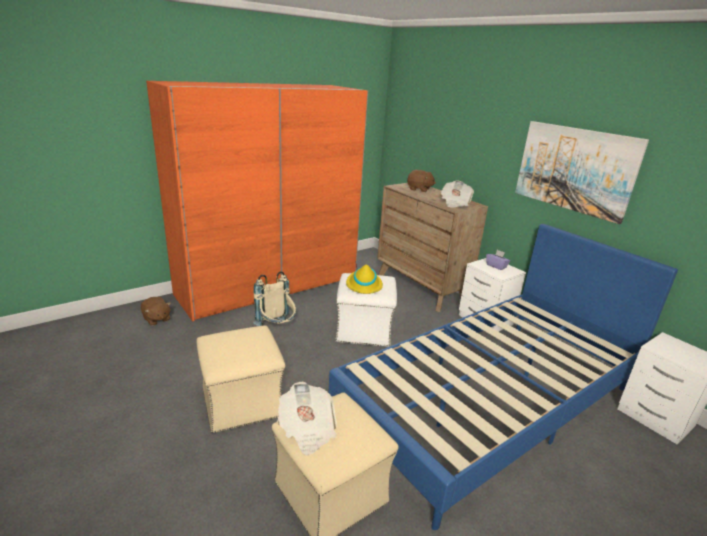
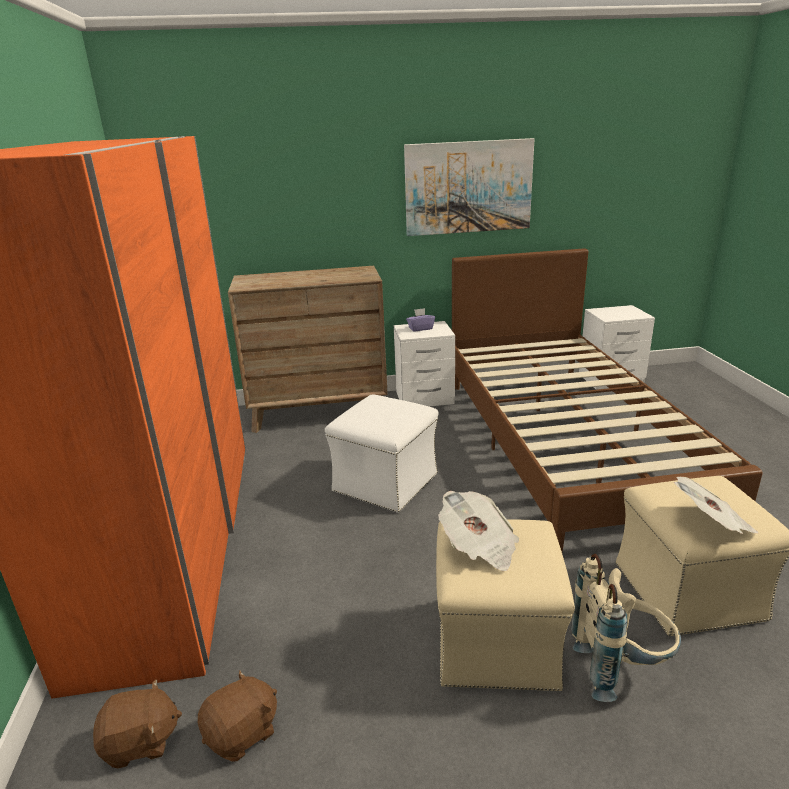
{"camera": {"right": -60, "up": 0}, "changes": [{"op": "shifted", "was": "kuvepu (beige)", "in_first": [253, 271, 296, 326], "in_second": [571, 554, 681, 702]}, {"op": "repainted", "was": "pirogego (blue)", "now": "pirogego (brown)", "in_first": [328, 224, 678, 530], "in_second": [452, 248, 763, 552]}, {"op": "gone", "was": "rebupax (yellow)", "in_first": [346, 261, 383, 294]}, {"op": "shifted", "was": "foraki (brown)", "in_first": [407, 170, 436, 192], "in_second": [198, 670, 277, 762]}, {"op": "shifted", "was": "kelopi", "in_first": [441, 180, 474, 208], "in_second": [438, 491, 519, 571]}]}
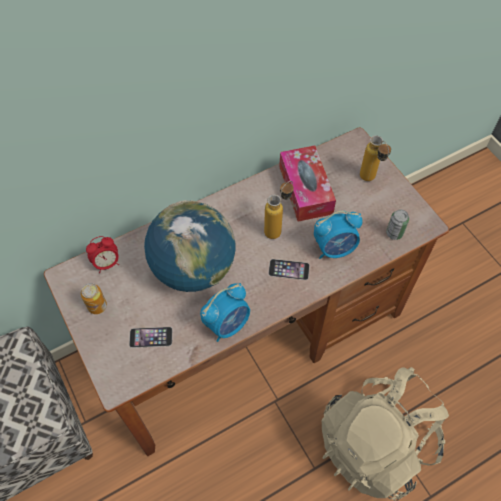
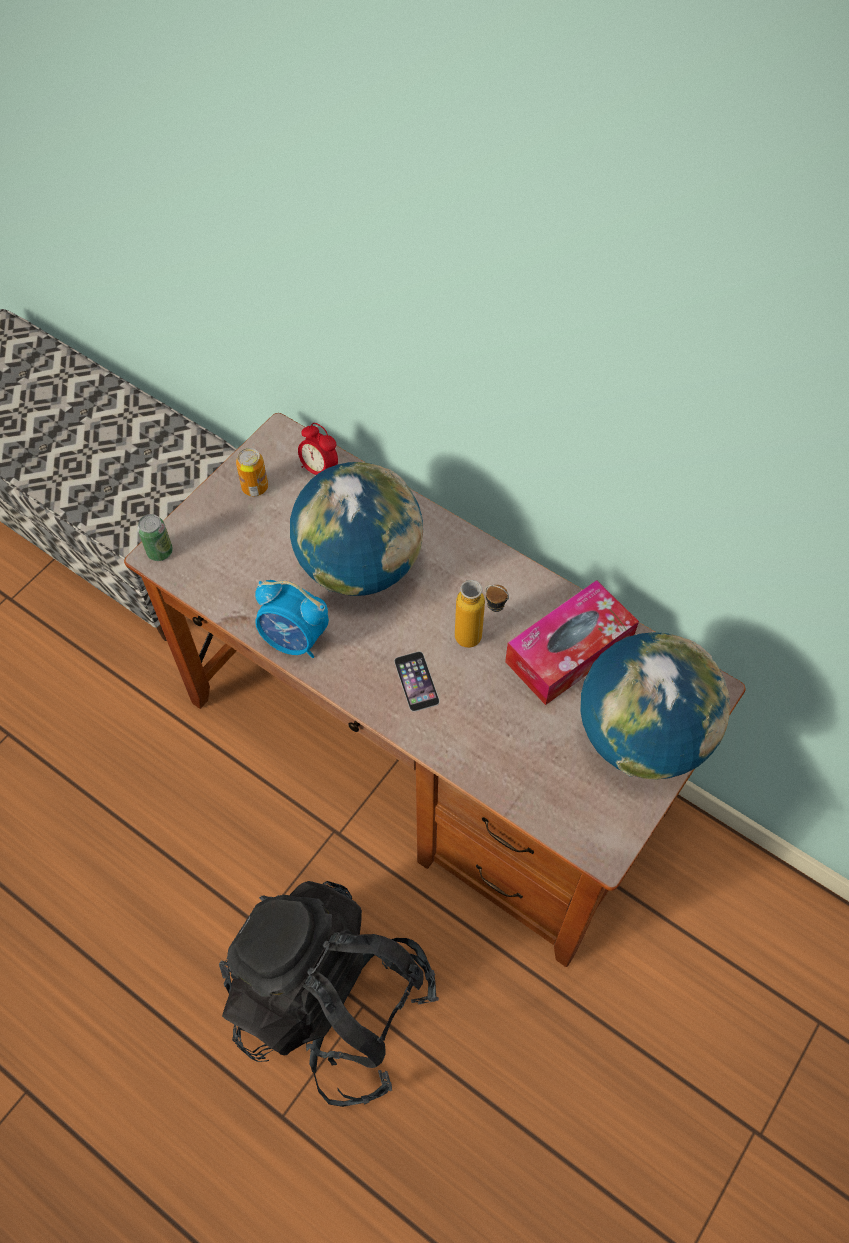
{"camera": {"right": 65, "up": 0}, "changes": [{"op": "gone", "was": "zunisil", "in_first": [129, 327, 172, 348]}, {"op": "gone", "was": "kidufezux", "in_first": [314, 211, 363, 259]}, {"op": "repainted", "was": "kuvepu (beige)", "now": "kuvepu (black)", "in_first": [322, 367, 449, 501], "in_second": [219, 881, 439, 1107]}, {"op": "swapped", "was": "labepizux", "now": "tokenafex", "in_first": [360, 135, 391, 181], "in_second": [580, 632, 730, 780]}, {"op": "shifted", "was": "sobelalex", "in_first": [386, 209, 409, 240], "in_second": [137, 514, 173, 561]}]}
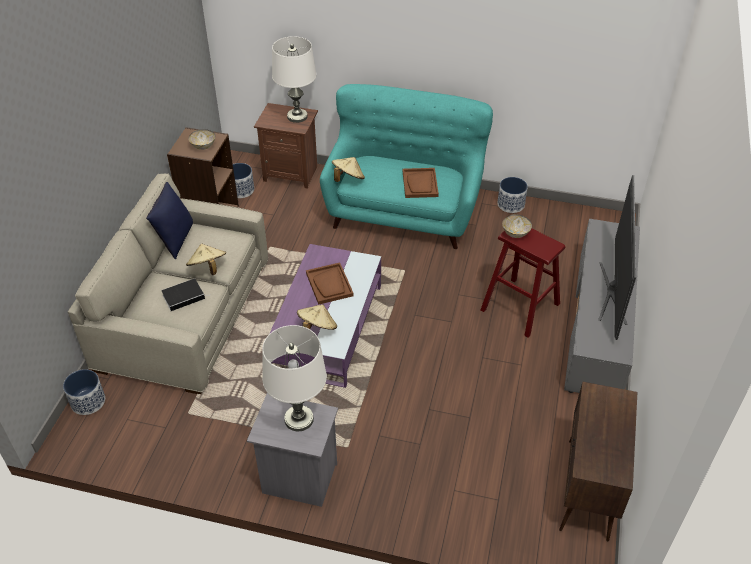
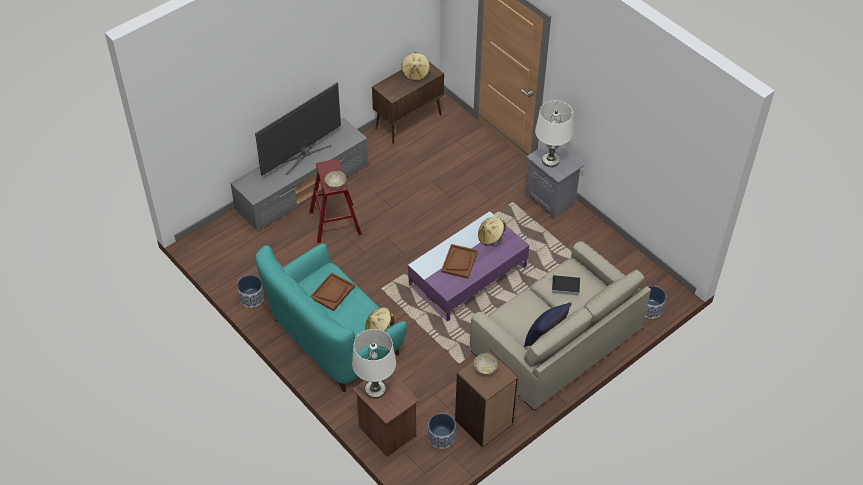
{"camera": {"right": -145, "up": 5}, "changes": [{"op": "shifted", "was": "rebupax (beige)", "in_first": [186, 244, 226, 275], "in_second": [401, 52, 430, 81]}]}
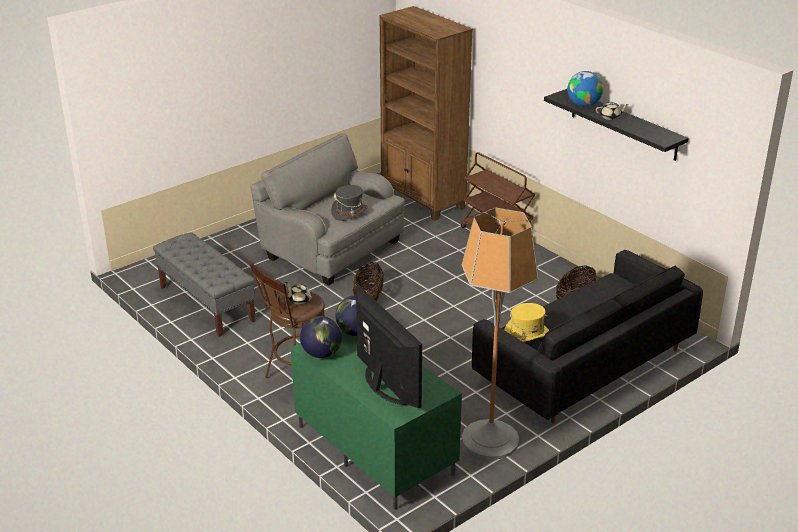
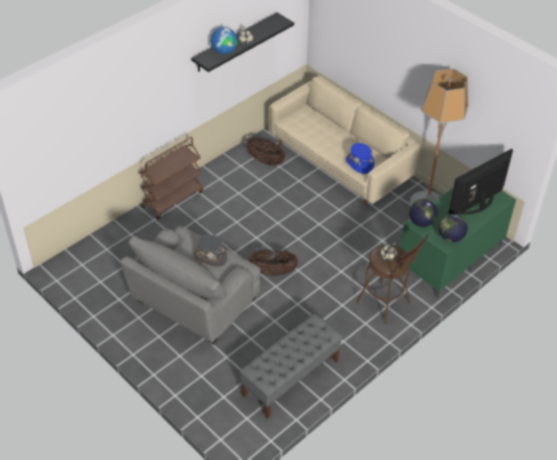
{"camera": {"right": -95, "up": 15}, "changes": [{"op": "gone", "was": "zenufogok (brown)", "in_first": [380, 6, 473, 220]}, {"op": "repainted", "was": "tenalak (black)", "now": "tenalak (beige)", "in_first": [472, 250, 703, 423], "in_second": [269, 76, 422, 205]}, {"op": "repainted", "was": "rebupax (yellow)", "now": "rebupax (blue)", "in_first": [504, 303, 549, 342], "in_second": [346, 143, 374, 174]}]}
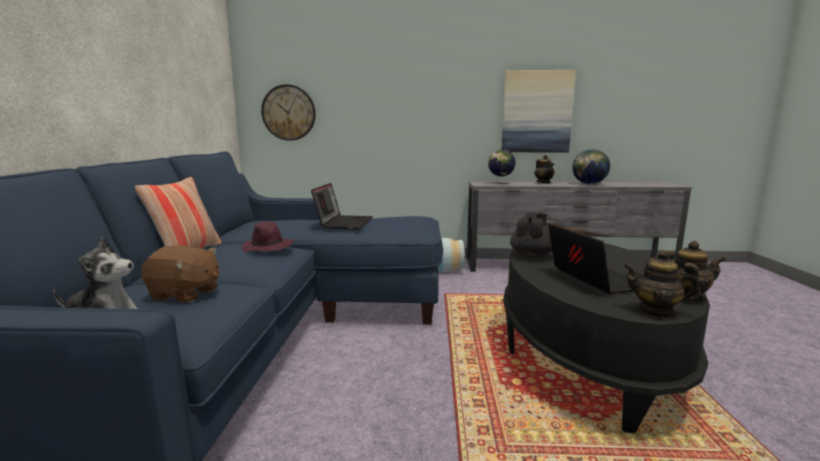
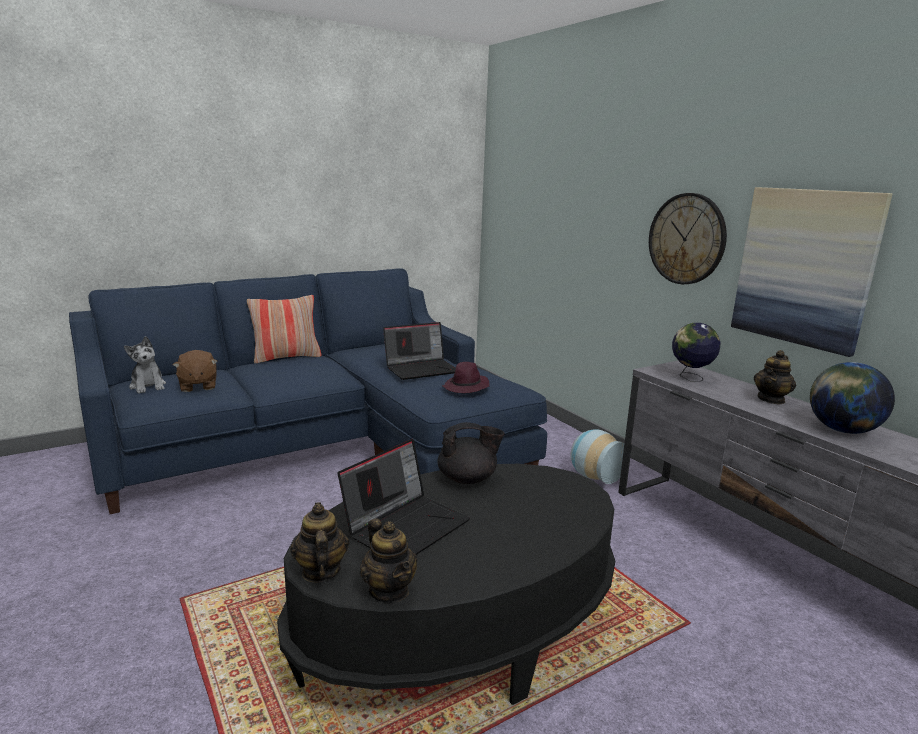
{"camera": {"right": 55, "up": 5}, "changes": [{"op": "shifted", "was": "rebupax (purple)", "in_first": [242, 222, 294, 252], "in_second": [442, 362, 490, 393]}, {"op": "shifted", "was": "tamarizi", "in_first": [261, 84, 316, 141], "in_second": [649, 193, 727, 284]}]}
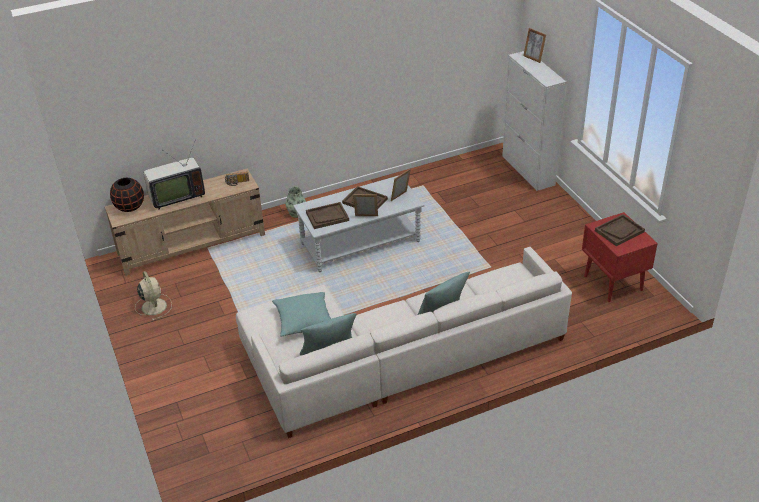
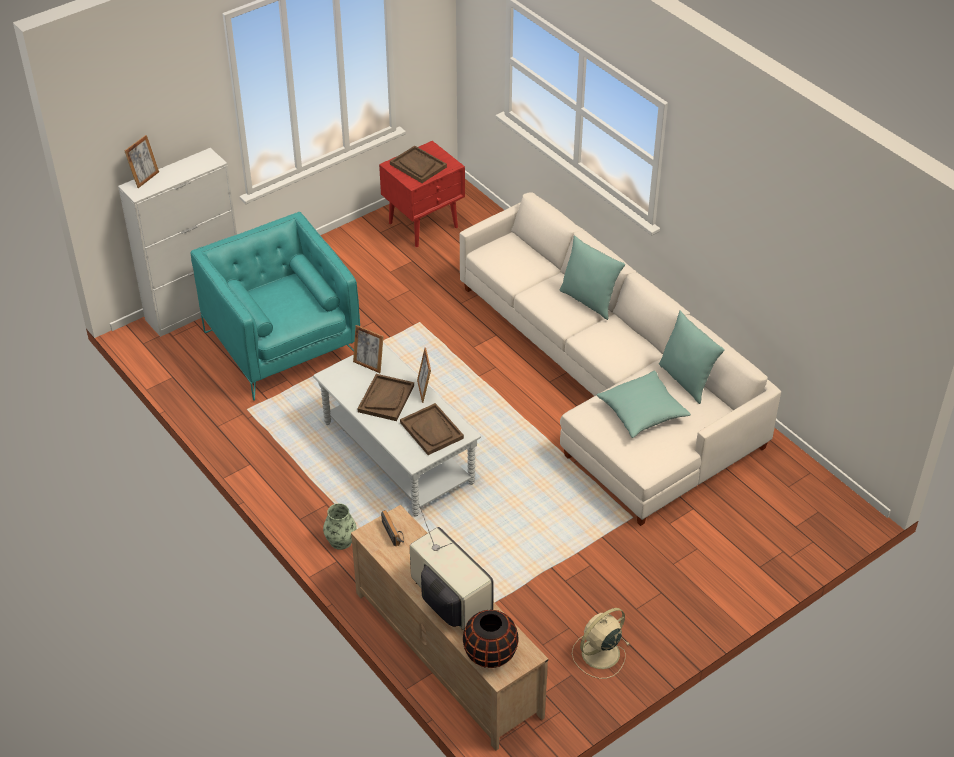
{"camera": {"right": -105, "up": 5}, "changes": [{"op": "new", "now": "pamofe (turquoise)", "in_second": [191, 212, 360, 401]}]}
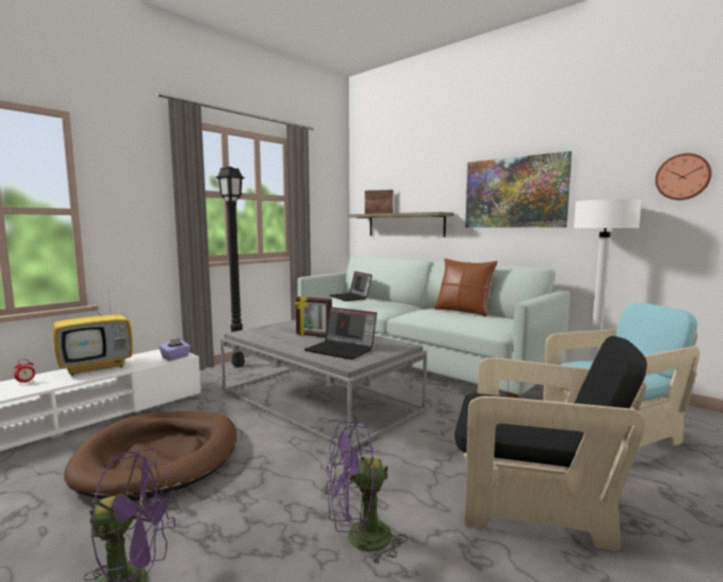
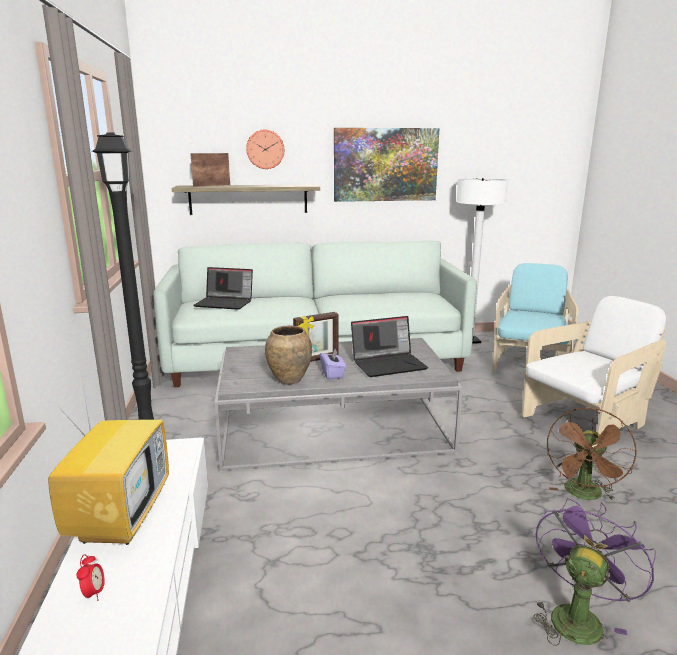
{"camera": {"right": -50, "up": 10}, "changes": [{"op": "gone", "was": "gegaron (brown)", "in_first": [64, 411, 237, 501]}, {"op": "shifted", "was": "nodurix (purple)", "in_first": [159, 338, 191, 360], "in_second": [320, 349, 346, 379]}, {"op": "repainted", "was": "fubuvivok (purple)", "now": "fubuvivok (brown)", "in_first": [326, 422, 408, 566], "in_second": [547, 408, 637, 501]}, {"op": "gone", "was": "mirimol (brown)", "in_first": [434, 258, 498, 317]}, {"op": "repainted", "was": "pamofe (black)", "now": "pamofe (white)", "in_first": [455, 336, 647, 551], "in_second": [522, 296, 666, 434]}, {"op": "shifted", "was": "tamarizi", "in_first": [655, 153, 712, 200], "in_second": [246, 130, 284, 169]}, {"op": "new", "now": "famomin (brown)", "in_second": [265, 326, 312, 384]}]}
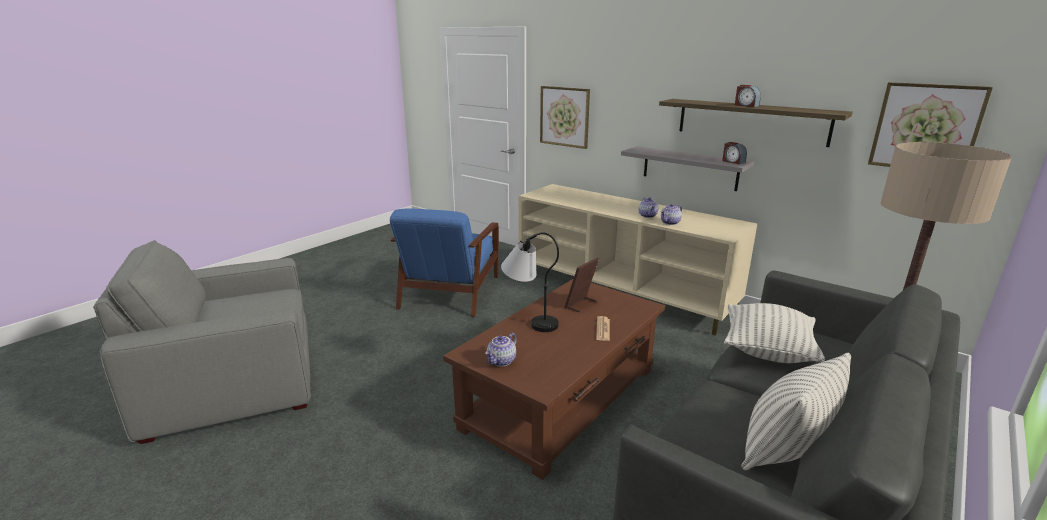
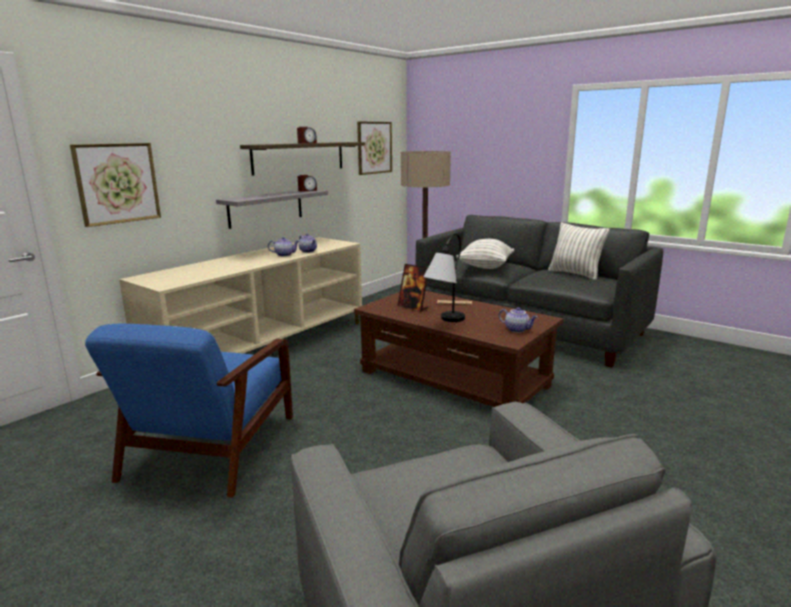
{"camera": {"right": -90, "up": -5}, "changes": [{"op": "rotated", "was": "pamofe (blue)", "in_first": [390, 208, 499, 317], "in_second": [85, 324, 293, 498], "clockwise": 90}]}
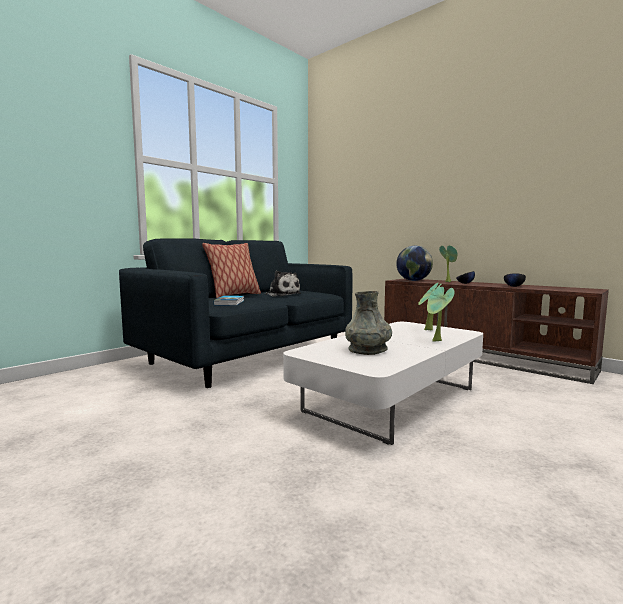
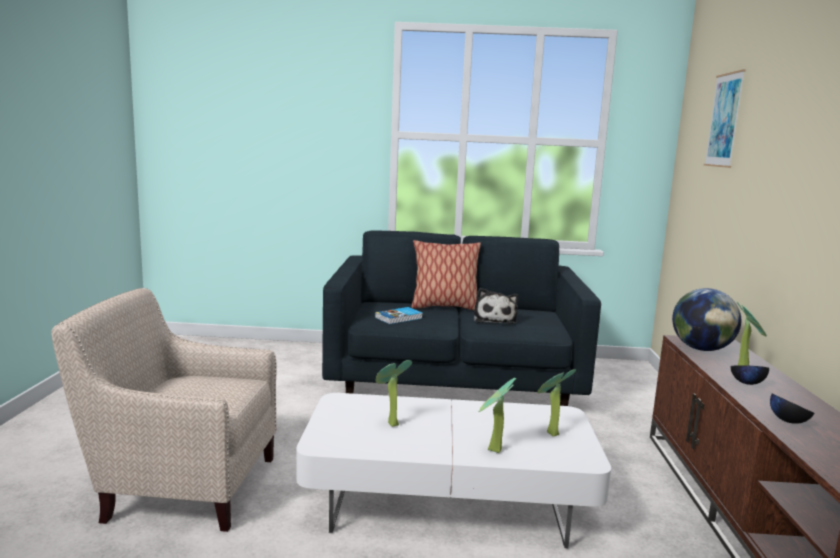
{"camera": {"right": 50, "up": 5}, "changes": [{"op": "swapped", "was": "famomin (grey)", "now": "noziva", "in_first": [345, 291, 392, 355], "in_second": [376, 360, 412, 427]}, {"op": "new", "now": "pamofe (beige)", "in_second": [52, 288, 277, 532]}, {"op": "new", "now": "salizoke", "in_second": [704, 69, 746, 168]}]}
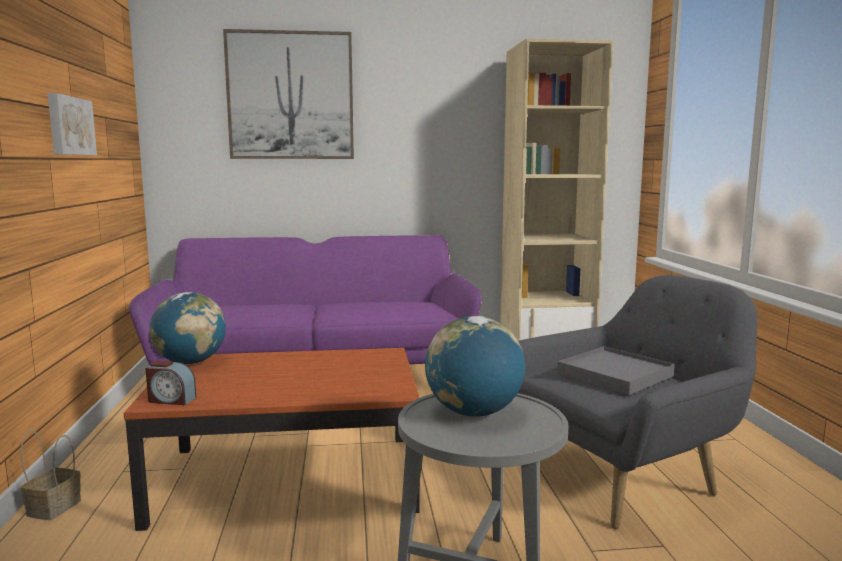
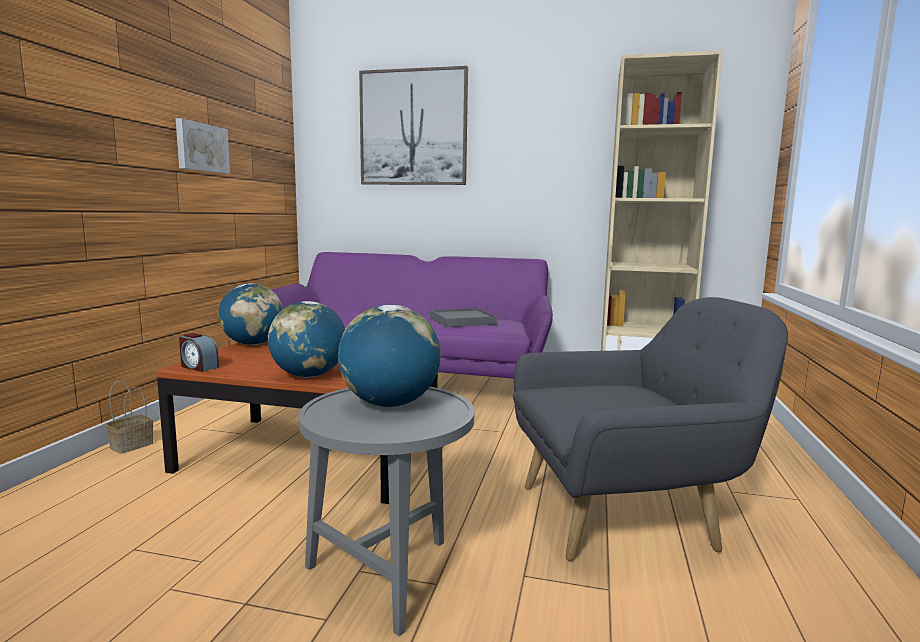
{"camera": {"right": 20, "up": 0}, "changes": [{"op": "shifted", "was": "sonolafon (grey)", "in_first": [557, 346, 675, 395], "in_second": [430, 308, 497, 327]}, {"op": "new", "now": "tokenafex", "in_second": [268, 301, 345, 377]}]}
